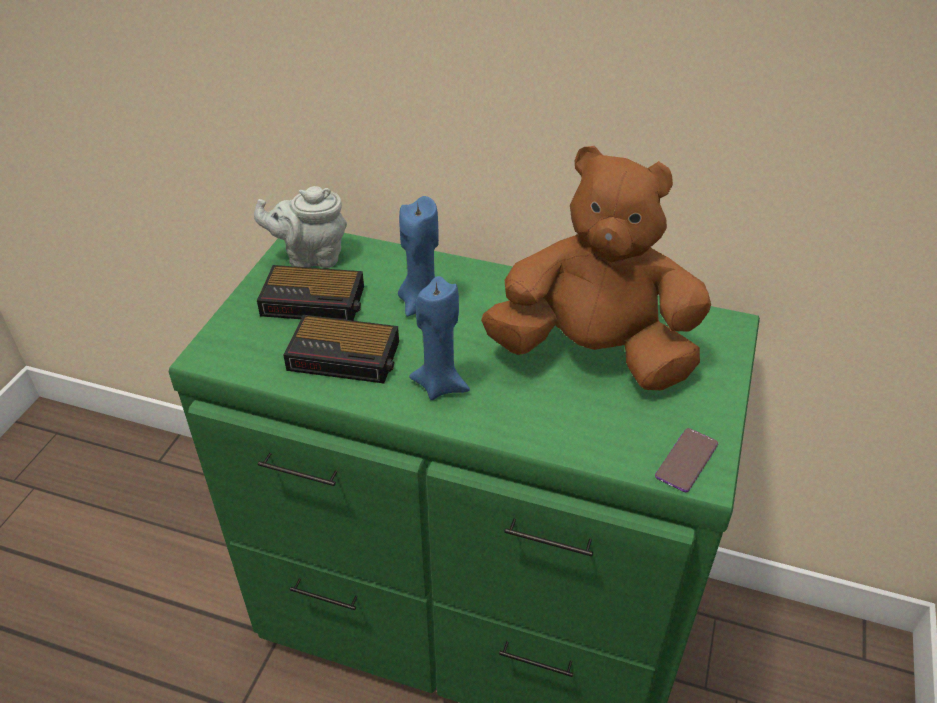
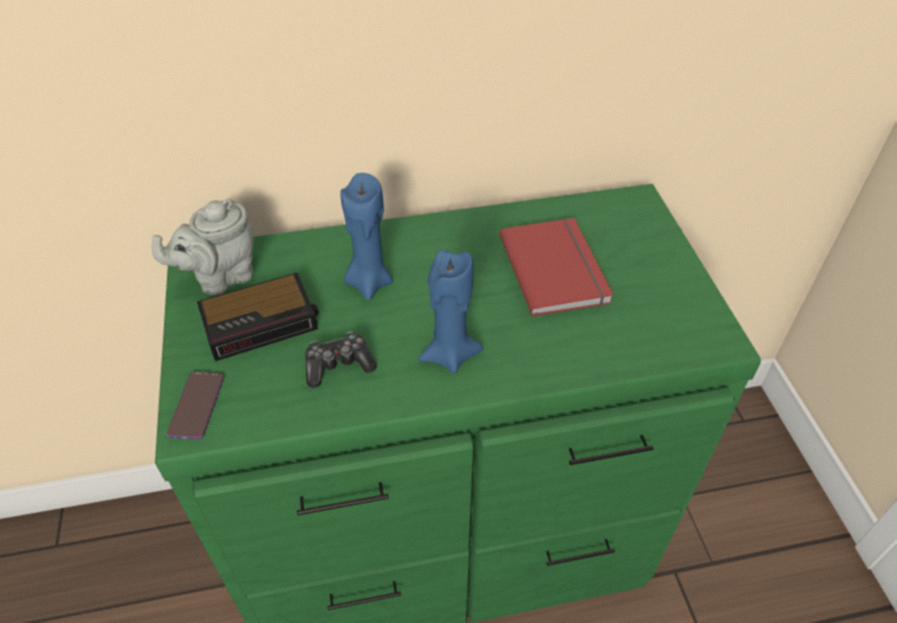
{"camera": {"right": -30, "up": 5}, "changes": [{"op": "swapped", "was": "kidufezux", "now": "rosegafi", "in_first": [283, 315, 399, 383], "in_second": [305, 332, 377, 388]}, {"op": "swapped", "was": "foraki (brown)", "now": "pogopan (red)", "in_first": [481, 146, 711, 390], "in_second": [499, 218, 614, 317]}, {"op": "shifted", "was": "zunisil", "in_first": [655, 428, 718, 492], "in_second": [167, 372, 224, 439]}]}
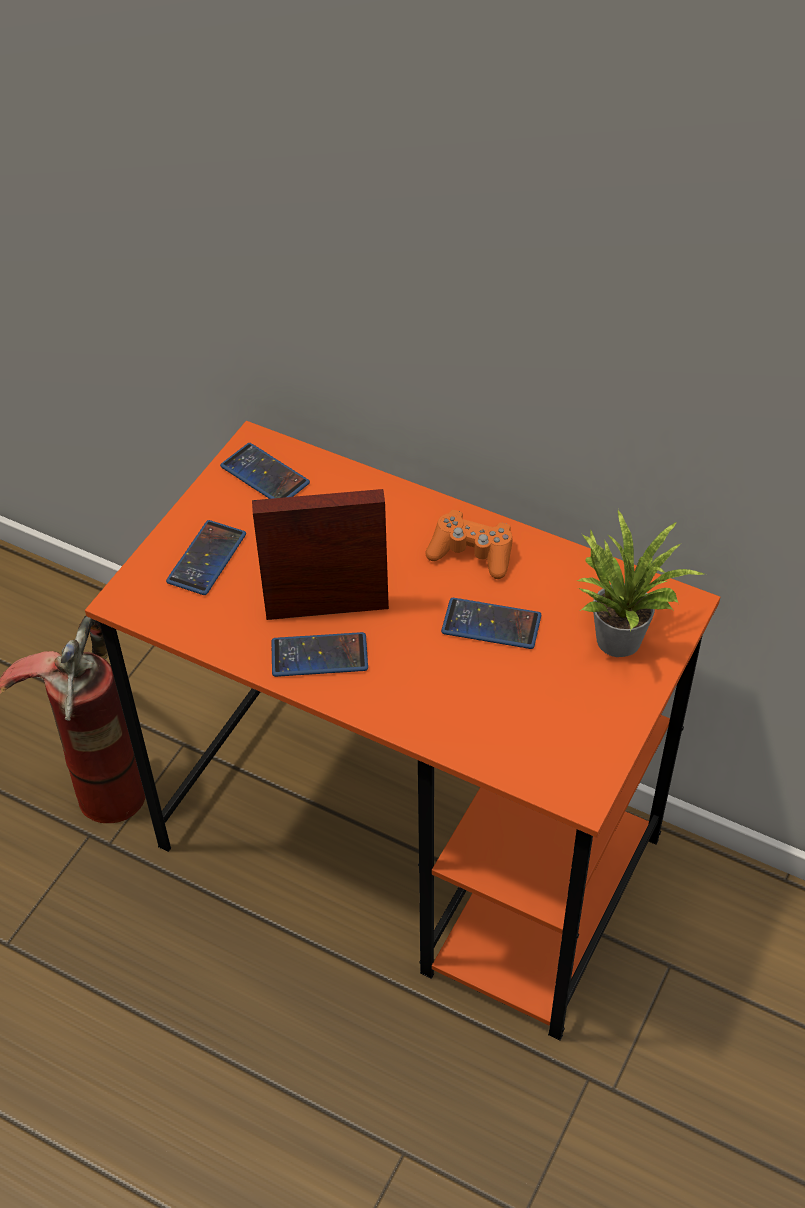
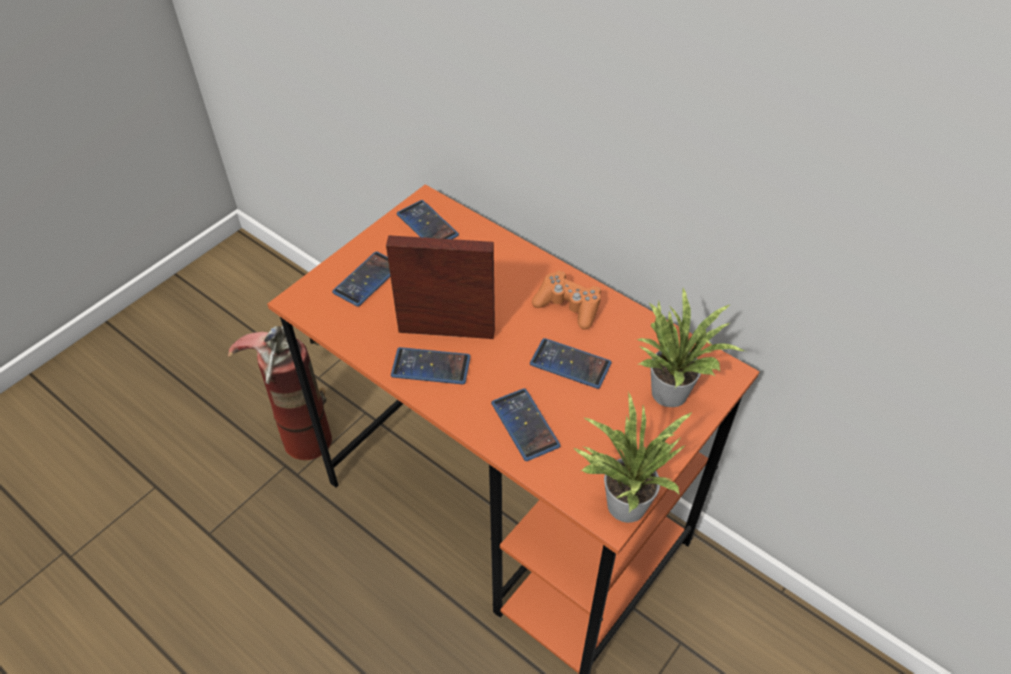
{"camera": {"right": 10, "up": 0}, "changes": [{"op": "new", "now": "zunisil", "in_second": [491, 388, 561, 461]}, {"op": "new", "now": "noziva", "in_second": [574, 392, 692, 523]}]}
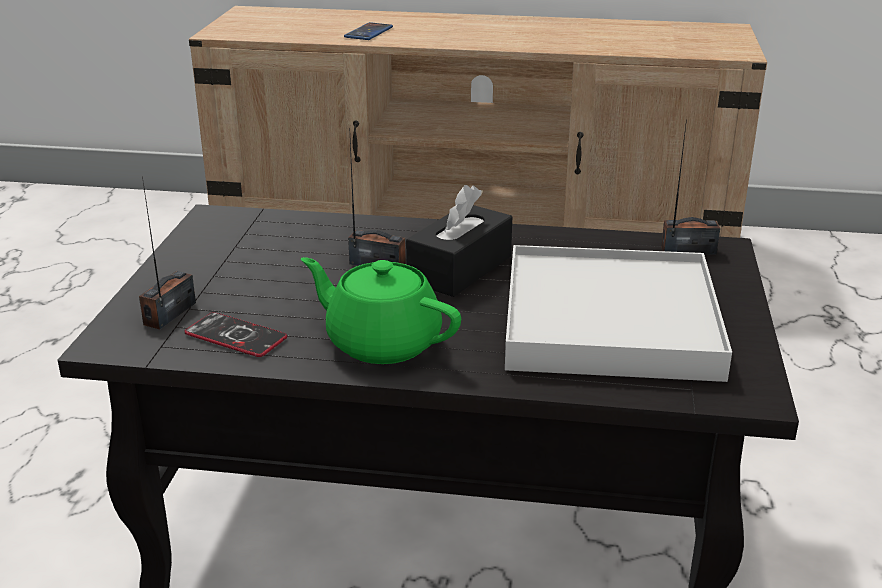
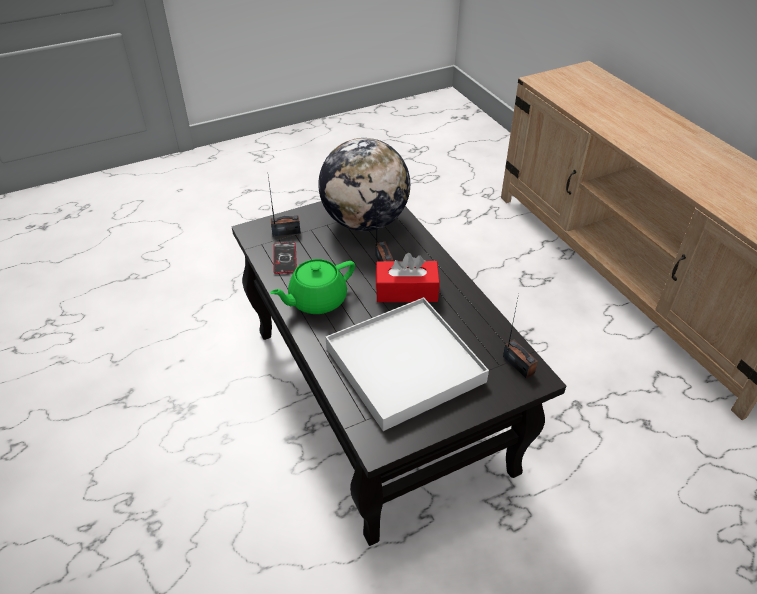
{"camera": {"right": 55, "up": 15}, "changes": [{"op": "rotated", "was": "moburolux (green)", "in_first": [301, 257, 461, 364], "in_second": [270, 259, 355, 314], "clockwise": -120}, {"op": "gone", "was": "zunisil", "in_first": [344, 22, 393, 40]}, {"op": "repainted", "was": "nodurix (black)", "now": "nodurix (red)", "in_first": [406, 185, 512, 297], "in_second": [376, 253, 440, 302]}, {"op": "new", "now": "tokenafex", "in_second": [318, 138, 410, 231]}]}
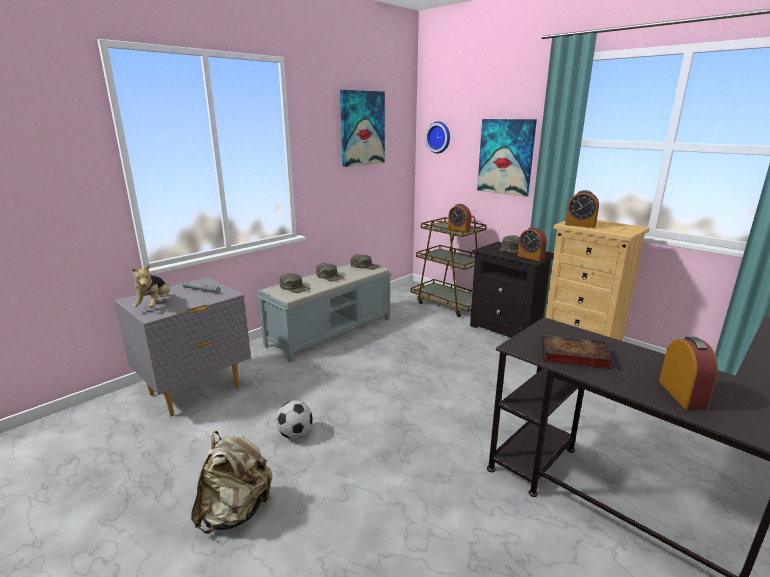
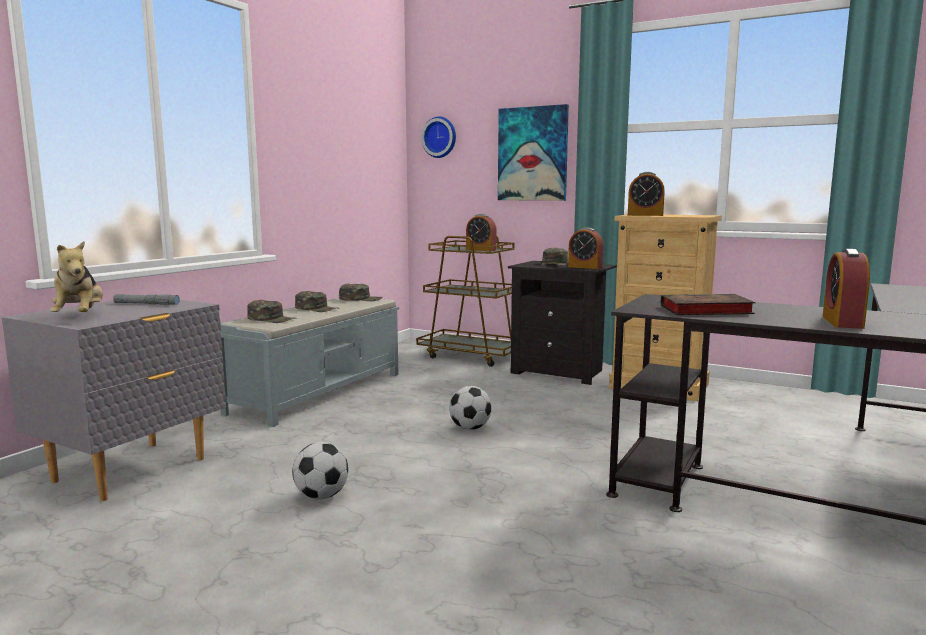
{"camera": {"right": -15, "up": -10}, "changes": [{"op": "gone", "was": "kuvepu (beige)", "in_first": [191, 431, 272, 534]}, {"op": "gone", "was": "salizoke", "in_first": [340, 90, 385, 167]}, {"op": "rotated", "was": "kidufezux", "in_first": [659, 337, 718, 410], "in_second": [823, 249, 870, 329], "clockwise": -150}, {"op": "new", "now": "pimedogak", "in_second": [449, 386, 492, 430]}]}
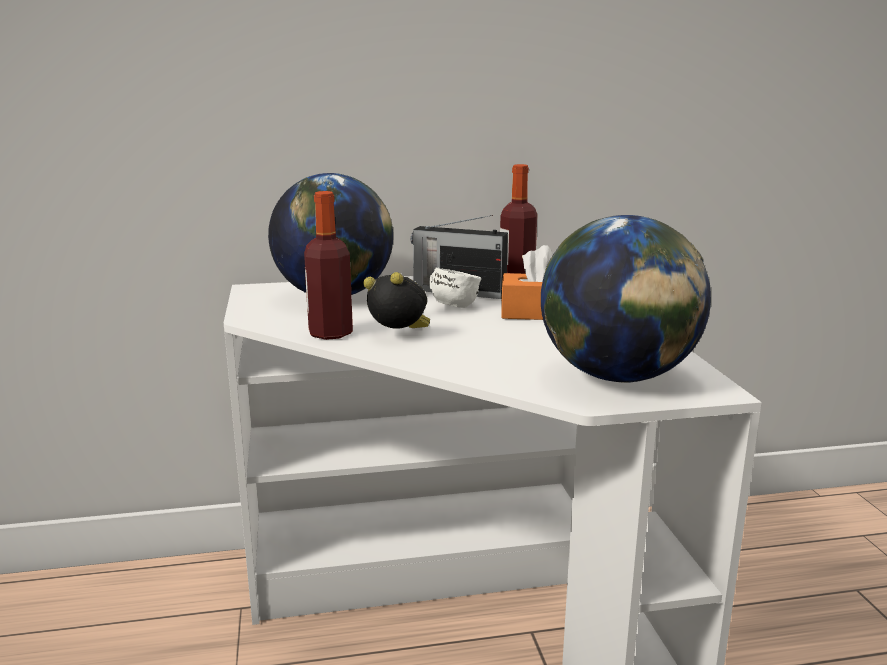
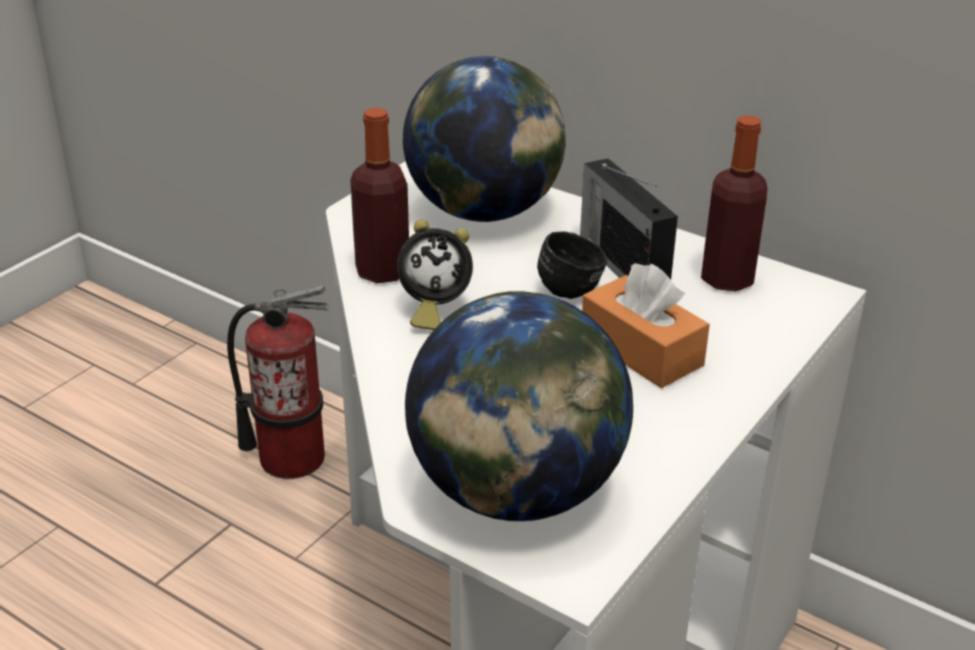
{"camera": {"right": 45, "up": 15}, "changes": [{"op": "rotated", "was": "kidufezux", "in_first": [363, 272, 430, 329], "in_second": [397, 219, 473, 330], "clockwise": 105}, {"op": "repainted", "was": "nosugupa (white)", "now": "nosugupa (black)", "in_first": [429, 268, 481, 308], "in_second": [537, 231, 607, 299]}, {"op": "new", "now": "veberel", "in_second": [227, 285, 329, 479]}]}
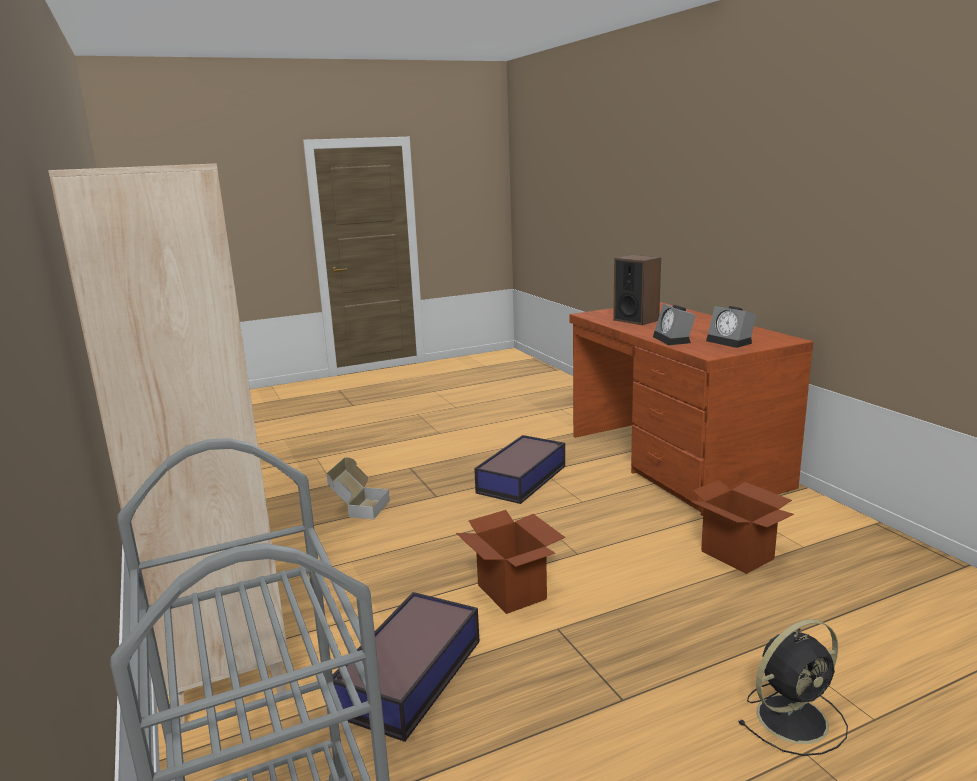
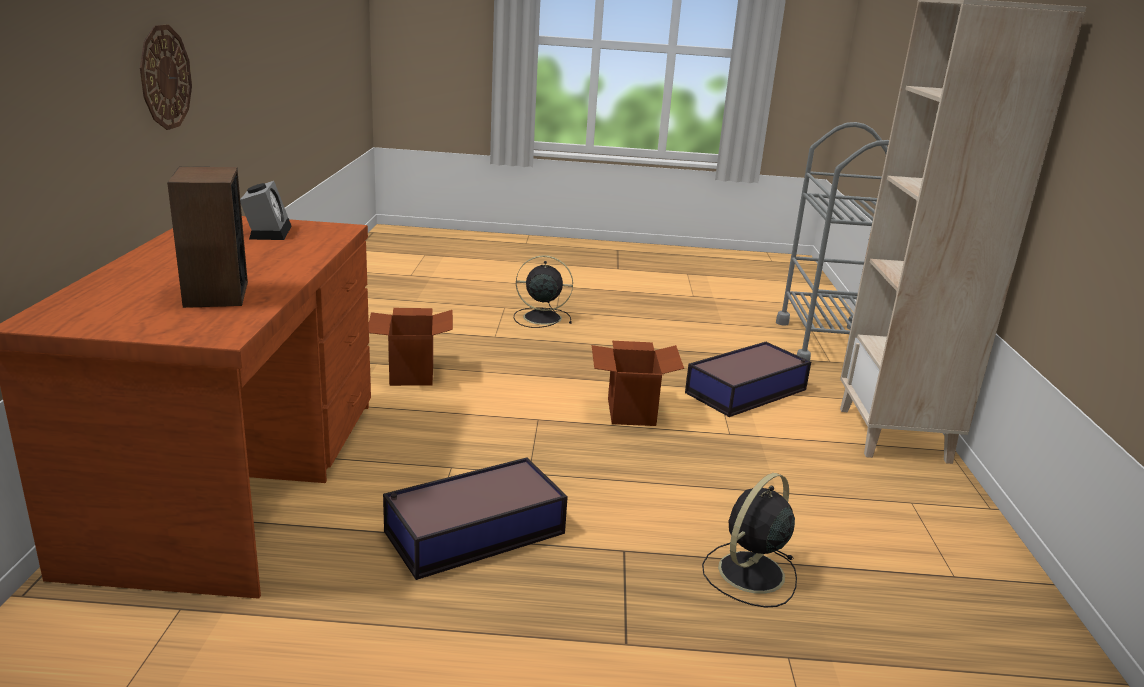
{"camera": {"right": -155, "up": 5}, "changes": [{"op": "swapped", "was": "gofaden", "now": "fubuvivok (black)", "in_first": [327, 458, 390, 519], "in_second": [702, 473, 797, 608]}, {"op": "gone", "was": "kidufezux", "in_first": [653, 304, 696, 345]}, {"op": "new", "now": "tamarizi", "in_second": [140, 25, 192, 130]}]}
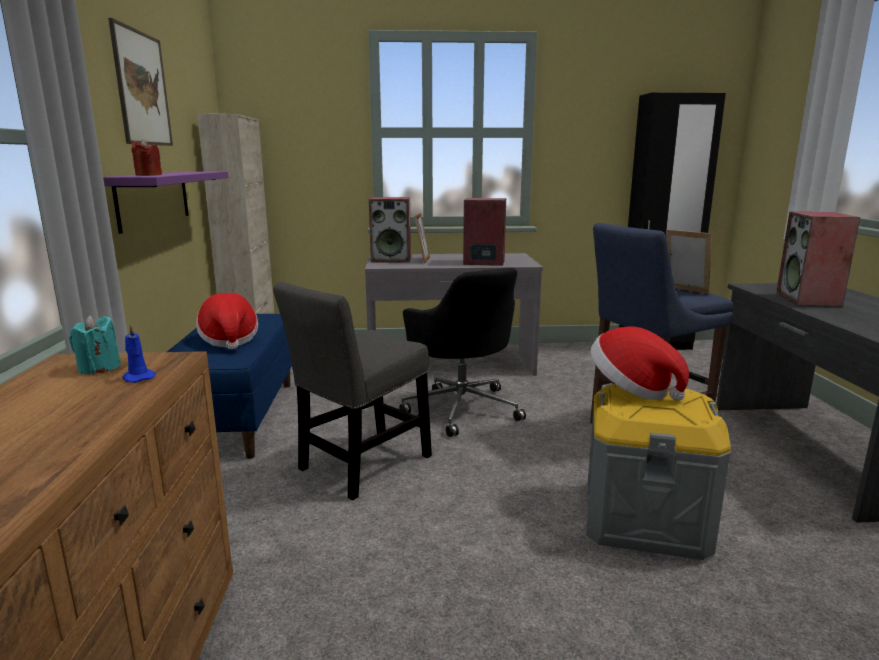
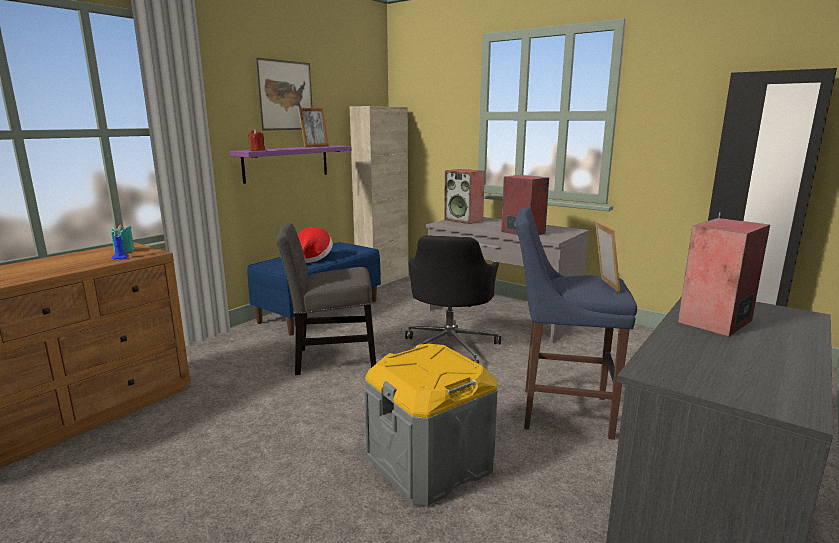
{"camera": {"right": 40, "up": 0}, "changes": [{"op": "shifted", "was": "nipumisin", "in_first": [414, 213, 430, 263], "in_second": [298, 108, 329, 147]}, {"op": "gone", "was": "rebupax", "in_first": [591, 326, 689, 401]}]}
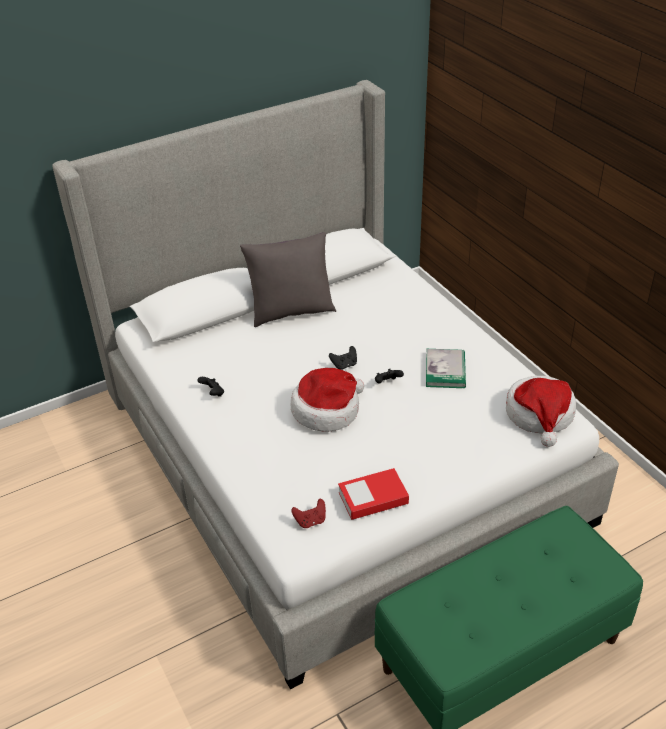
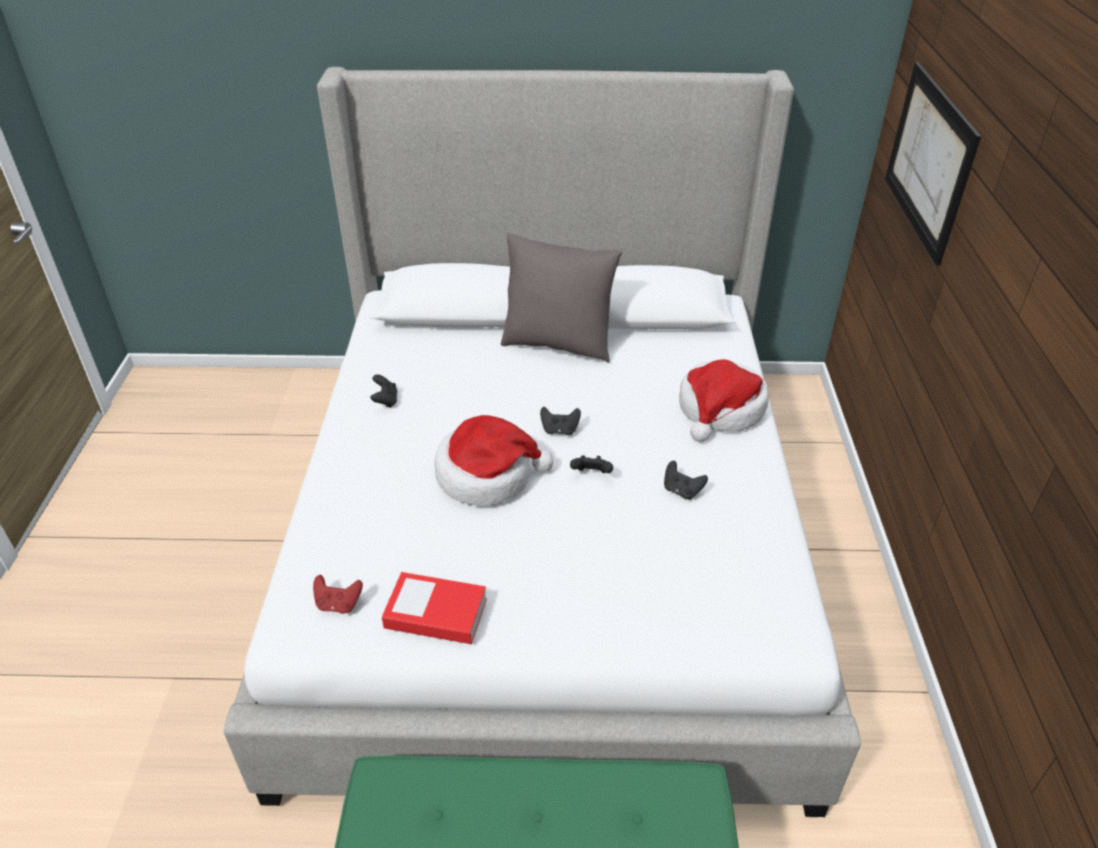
{"camera": {"right": 30, "up": 0}, "changes": [{"op": "swapped", "was": "pogopan", "now": "rosegafi (black)", "in_first": [426, 349, 466, 389], "in_second": [664, 461, 708, 500]}, {"op": "shifted", "was": "rebupax", "in_first": [506, 376, 576, 447], "in_second": [679, 359, 769, 442]}, {"op": "new", "now": "salizoke", "in_second": [885, 62, 981, 266]}]}
